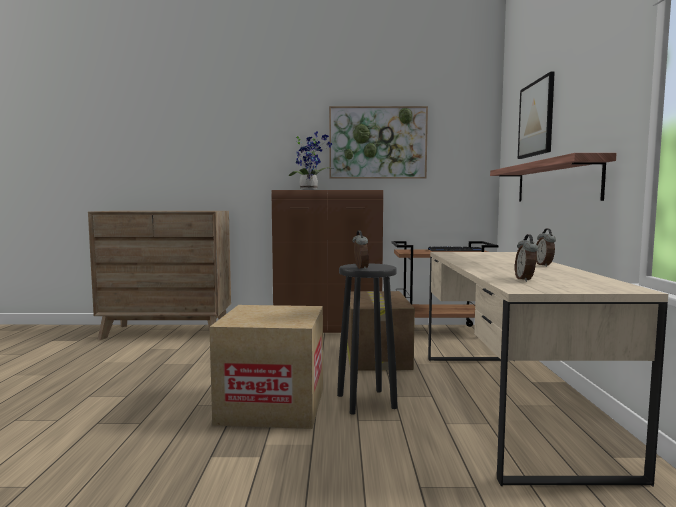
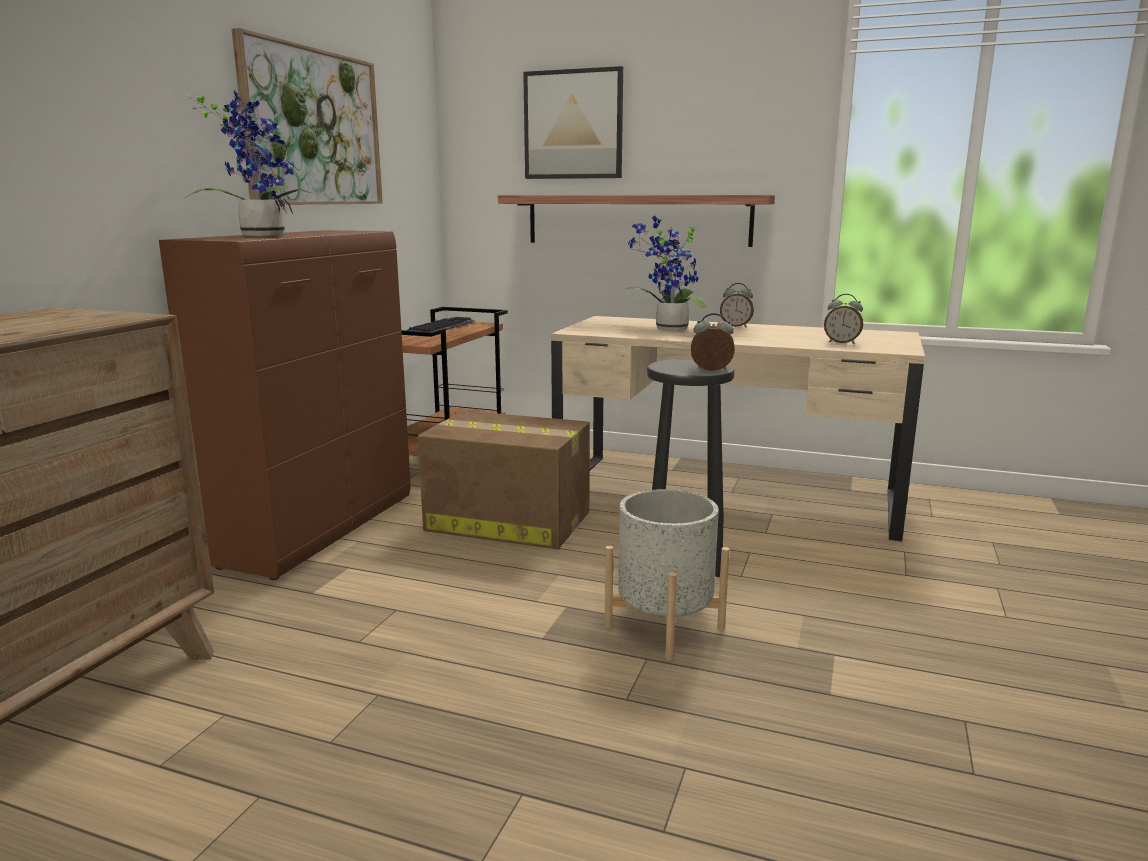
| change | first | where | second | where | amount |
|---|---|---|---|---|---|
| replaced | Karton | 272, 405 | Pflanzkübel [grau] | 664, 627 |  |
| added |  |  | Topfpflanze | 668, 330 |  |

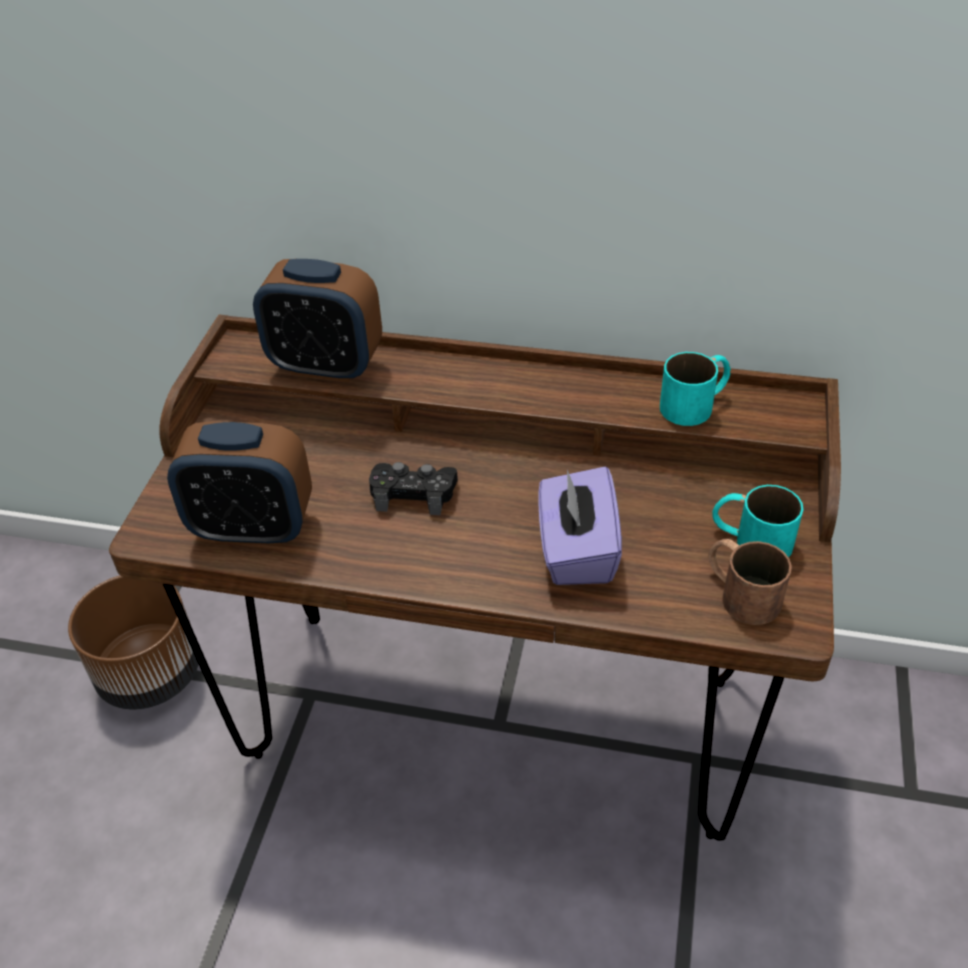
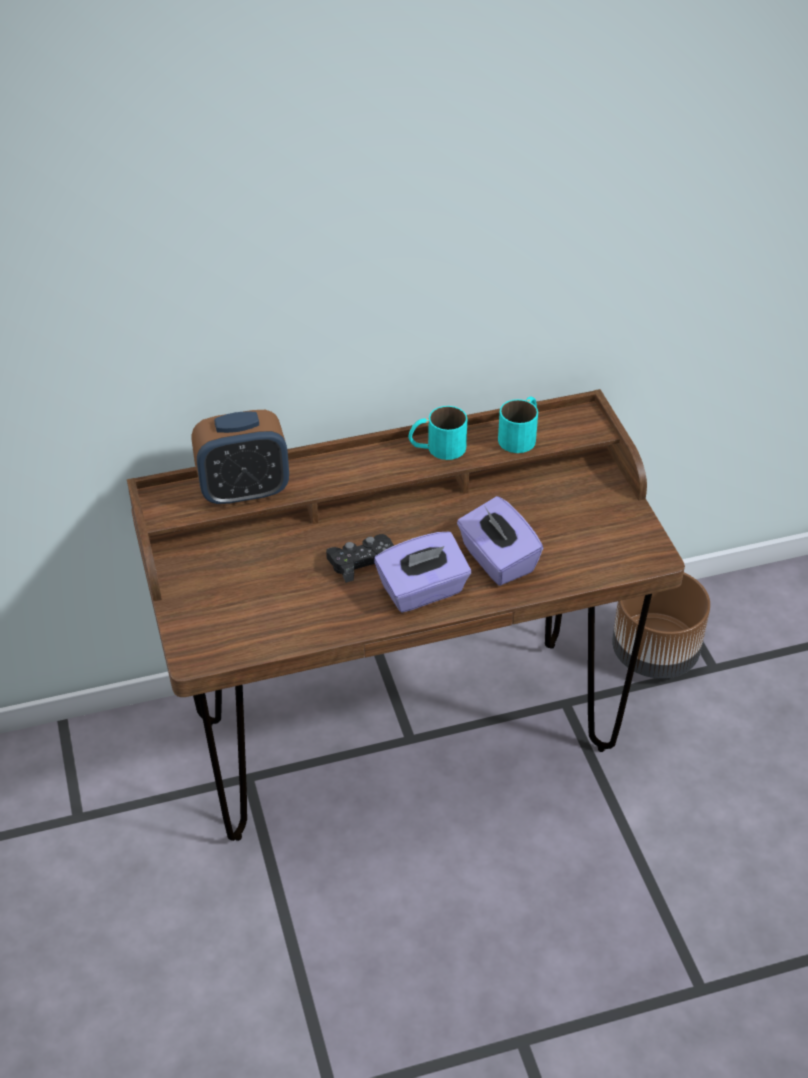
| change | first | where | second | where | amount |
|---|---|---|---|---|---|
| removed | Wecker | 253, 528 |  |  |  |
| moved | Henkelbecher [türkis] | 750, 539 |  | 437, 447 |  |
| removed | Henkelbecher [braun] | 740, 592 |  |  |  |
| moved | Pflanzkübel [braun] | 151, 673 |  | 654, 653 |  |
| added |  |  | Taschentuchbox [lila] | 422, 591 |  |

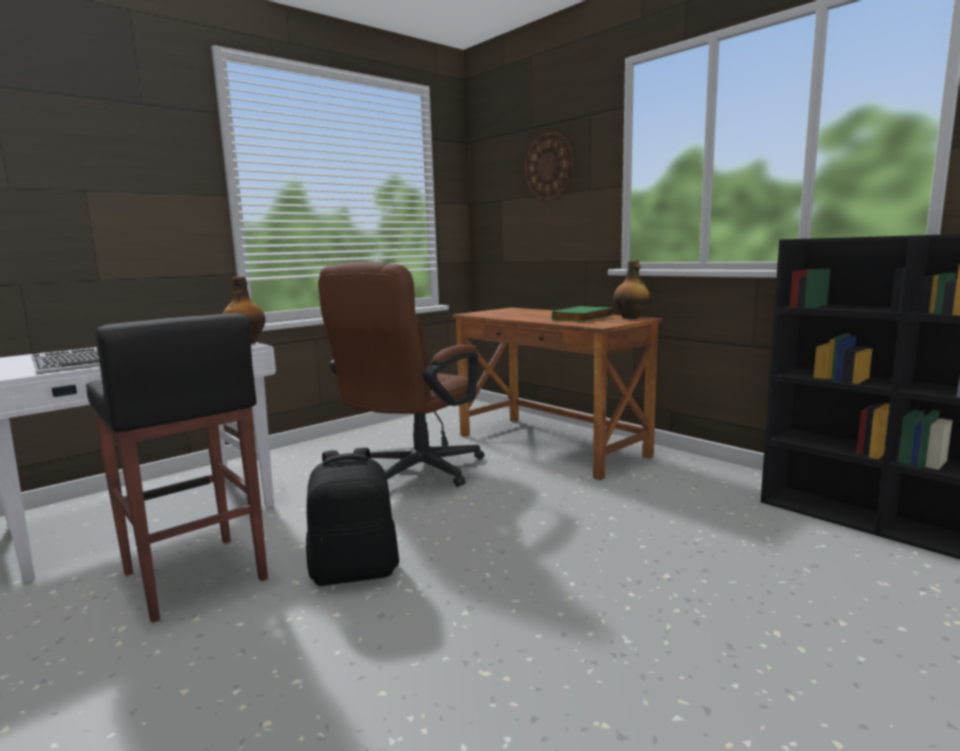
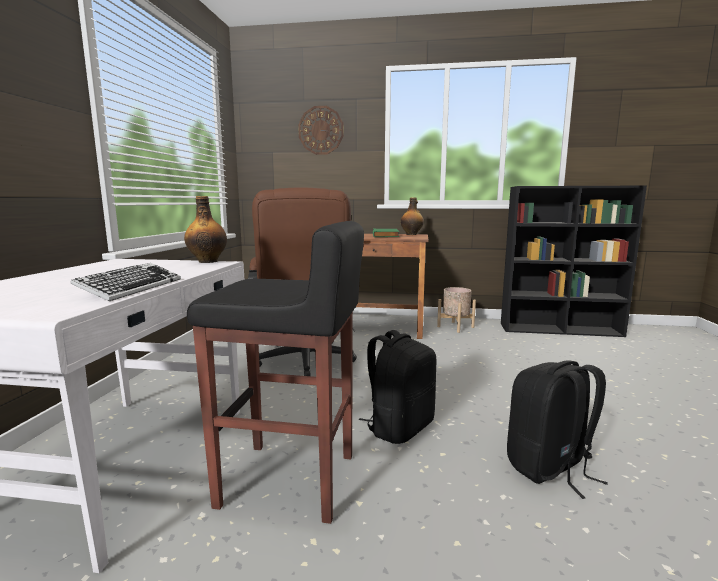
| change | first | where | second | where | amount |
|---|---|---|---|---|---|
| added |  |  | Pflanzkübel [beige] | 455, 327 |  |
| added |  |  | Rucksack [schwarz] | 550, 468 |  |

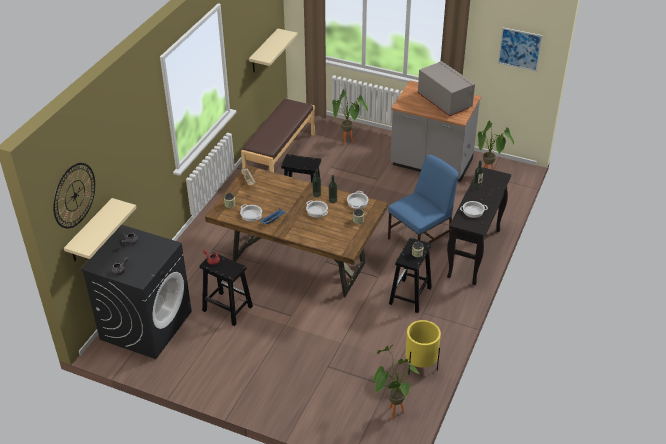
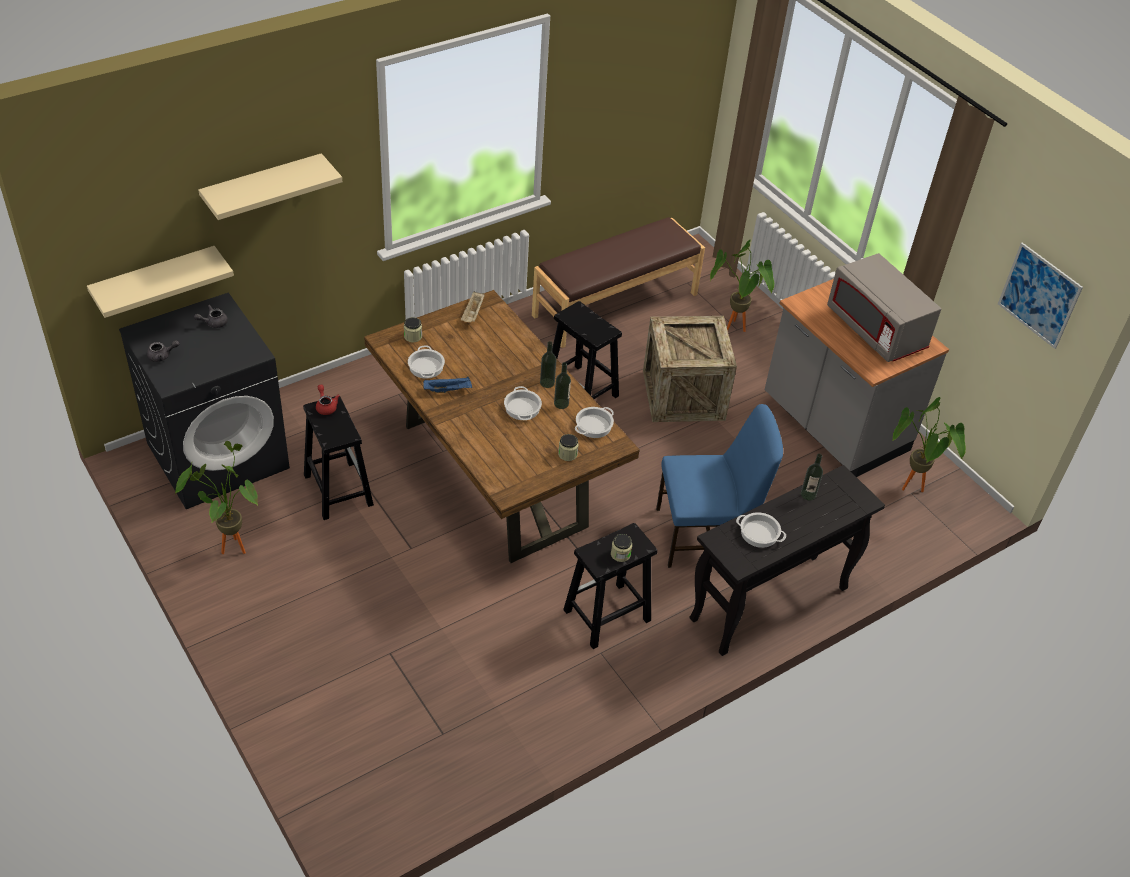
| change | first | where | second | where | amount |
|---|---|---|---|---|---|
| moved | Wandregal [beige] | 263, 51 |  | 263, 187 |  |
| turned | Mikrowelle [grau] | 444, 101 |  | 876, 330 | 150 degrees clockwise |
| removed | Wanduhr | 74, 195 |  |  |  |
| removed | Pflanzkübel [gelb] | 420, 365 |  |  |  |
| moved | Topfpflanze | 391, 412 |  | 229, 545 |  |
| added |  |  | Kiste | 683, 395 |  |

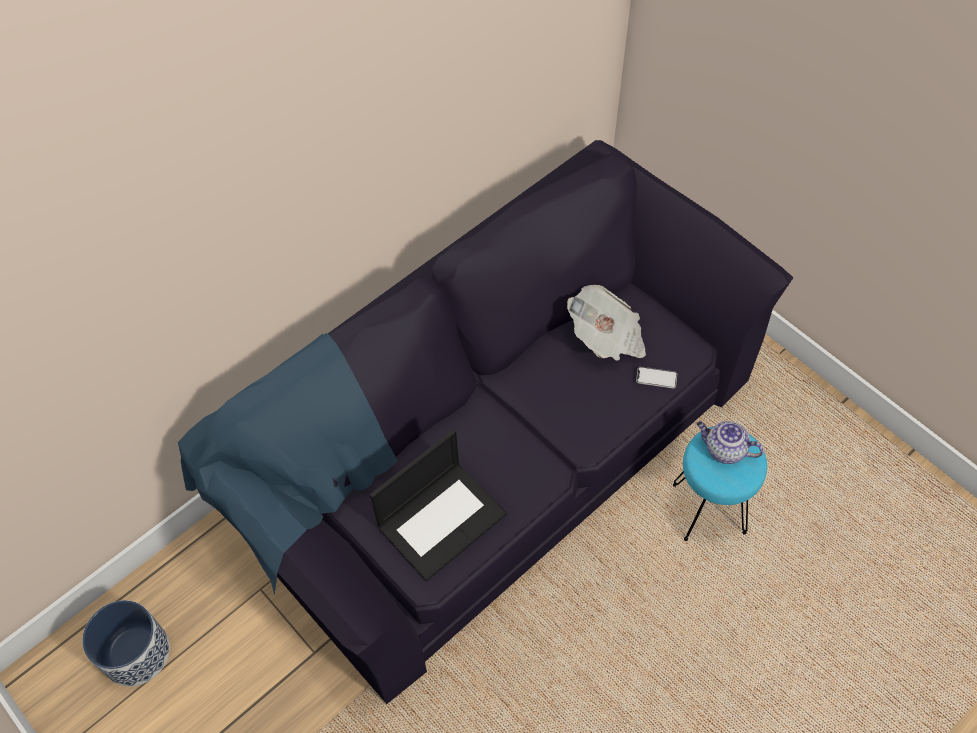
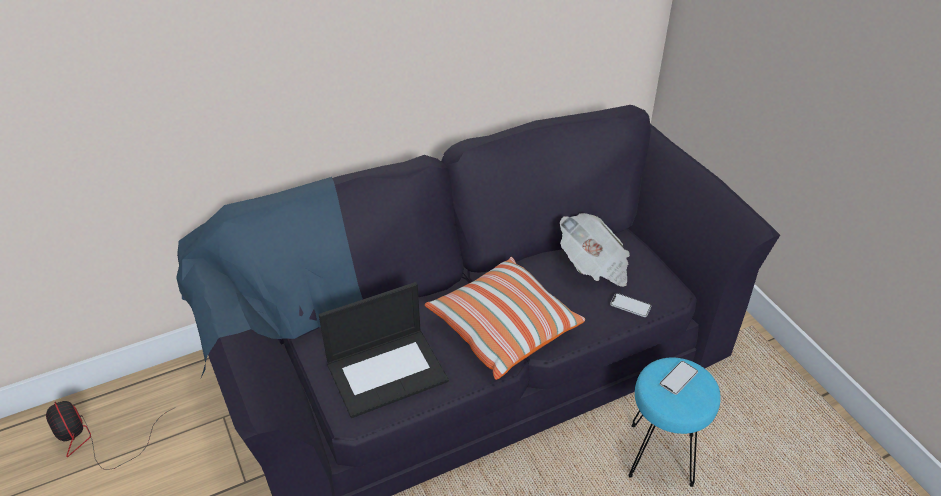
| change | first | where | second | where | amount |
|---|---|---|---|---|---|
| replaced | Teekanne | 724, 450 | Handy | 678, 378 |  |
| replaced | Pflanzkübel | 135, 653 | Ventilator | 95, 440 |  |
| added |  |  | Kissen | 503, 328 |  |

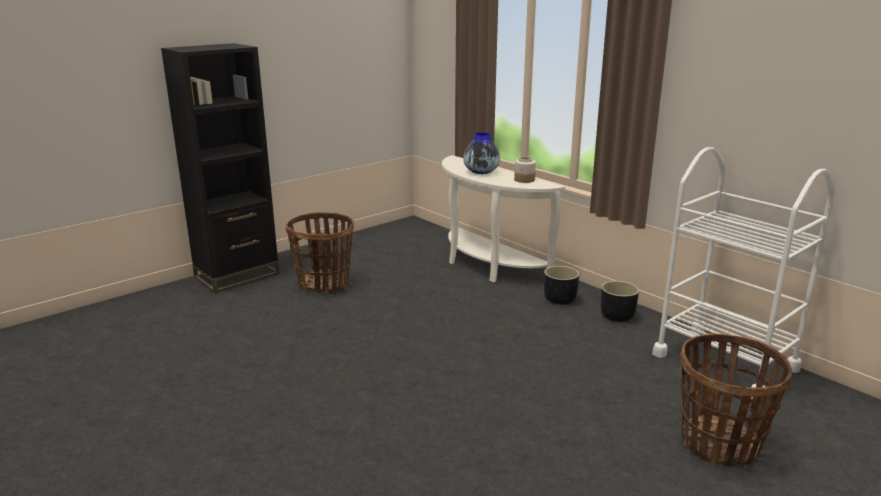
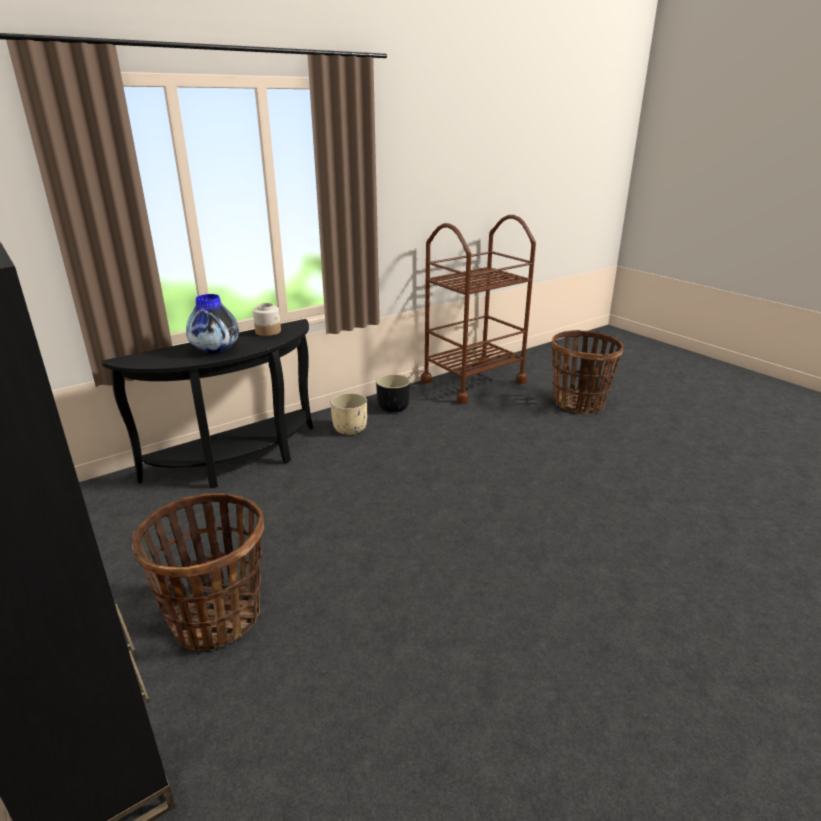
| change | first | where | second | where | amount |
|---|---|---|---|---|---|
| recoloured | Rollwagen [weiß] | 724, 362 | Rollwagen [braun] | 473, 382 |  |
| recoloured | Konsolentisch [weiß] | 486, 266 | Konsolentisch [schwarz] | 239, 462 |  |
| recoloured | Pflanzkübel [schwarz] | 560, 299 | Pflanzkübel [beige] | 350, 428 |  |

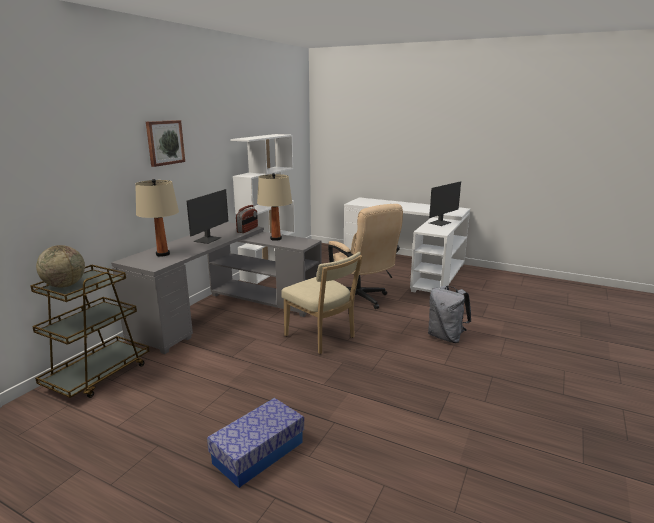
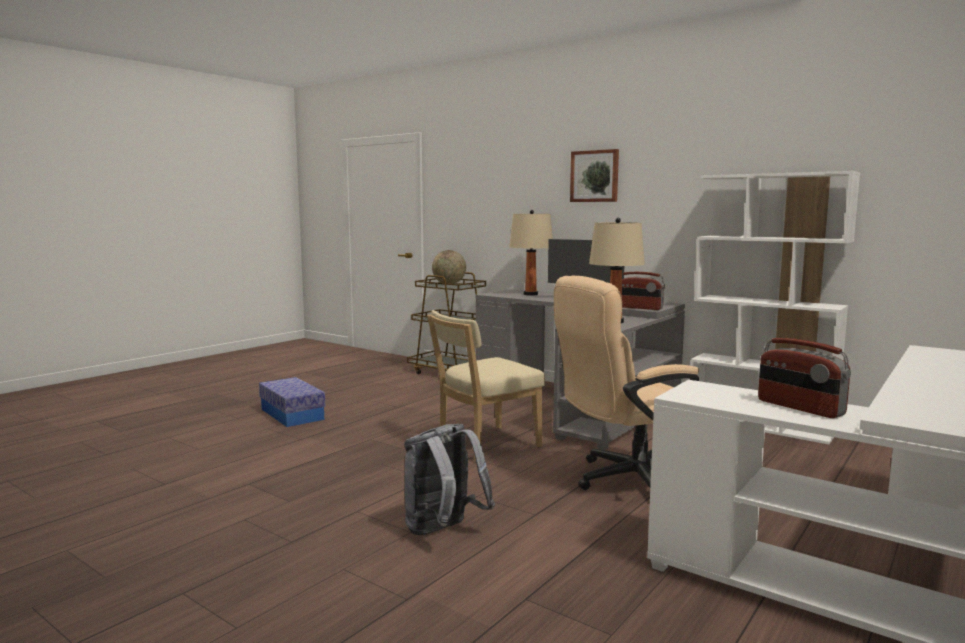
| change | first | where | second | where | amount |
|---|---|---|---|---|---|
| replaced | Monitor | 440, 223 | Radio | 799, 408 |  |

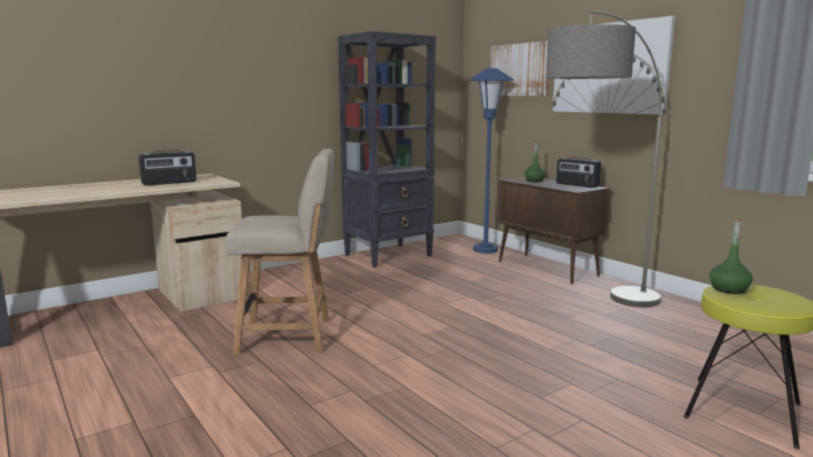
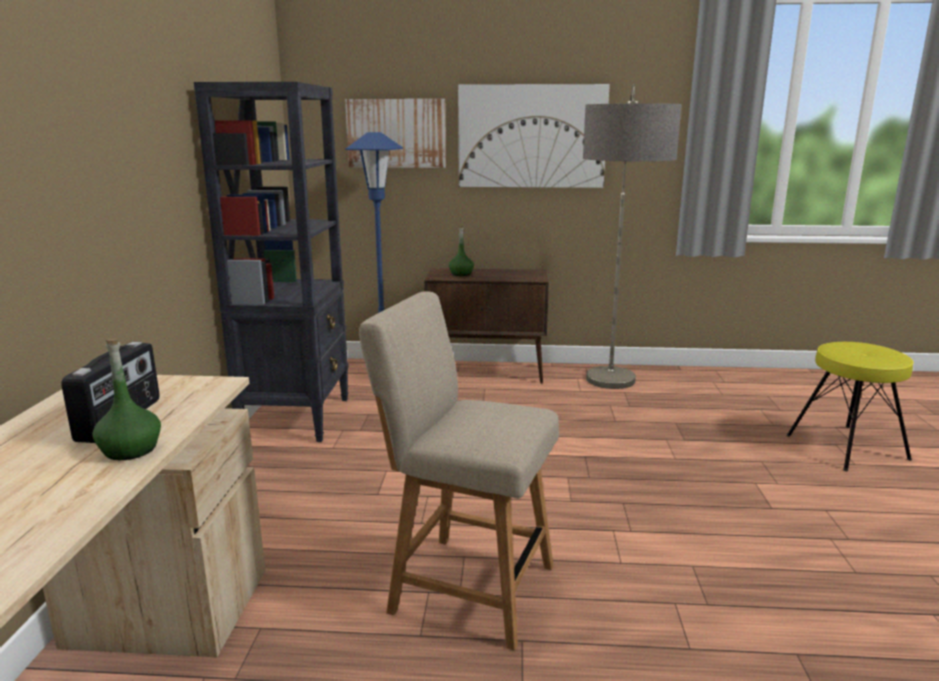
| change | first | where | second | where | amount |
|---|---|---|---|---|---|
| turned | Stuhl [beige] | 290, 336 |  | 465, 586 | 105 degrees counterclockwise |
| removed | Radio | 576, 185 |  |  |  |
| moved | Flasche [grün] | 728, 289 |  | 130, 450 |  |

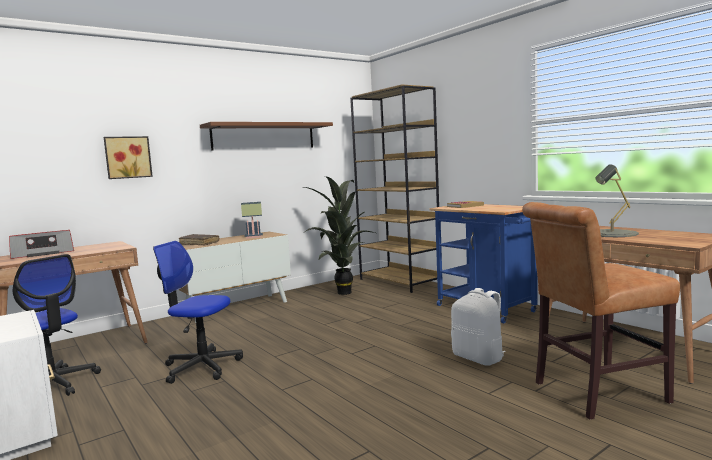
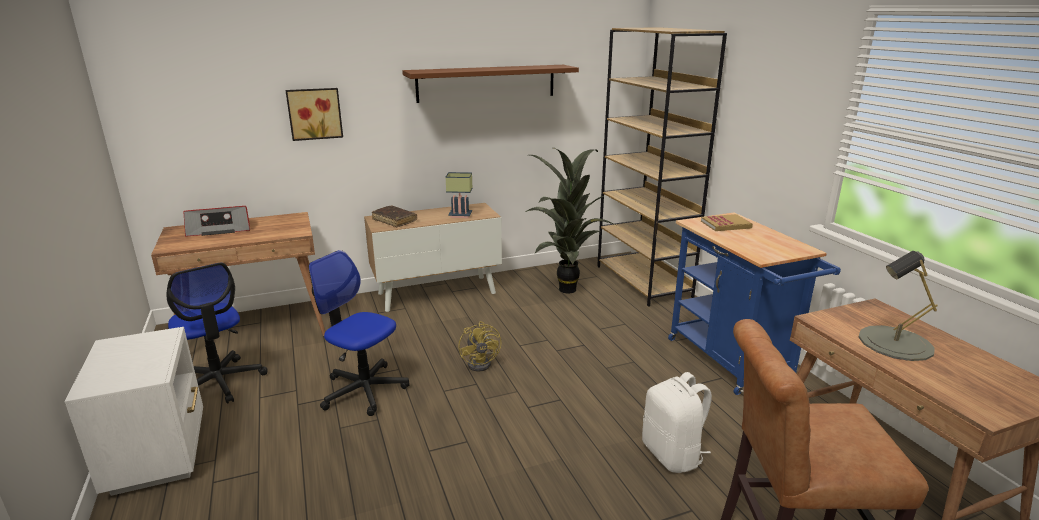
| change | first | where | second | where | amount |
|---|---|---|---|---|---|
| added |  |  | Ventilator [gelb] | 482, 363 |  |

